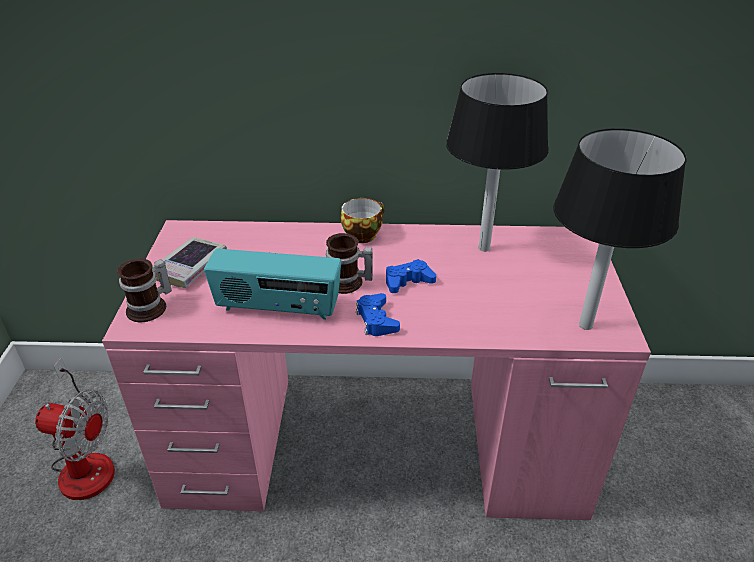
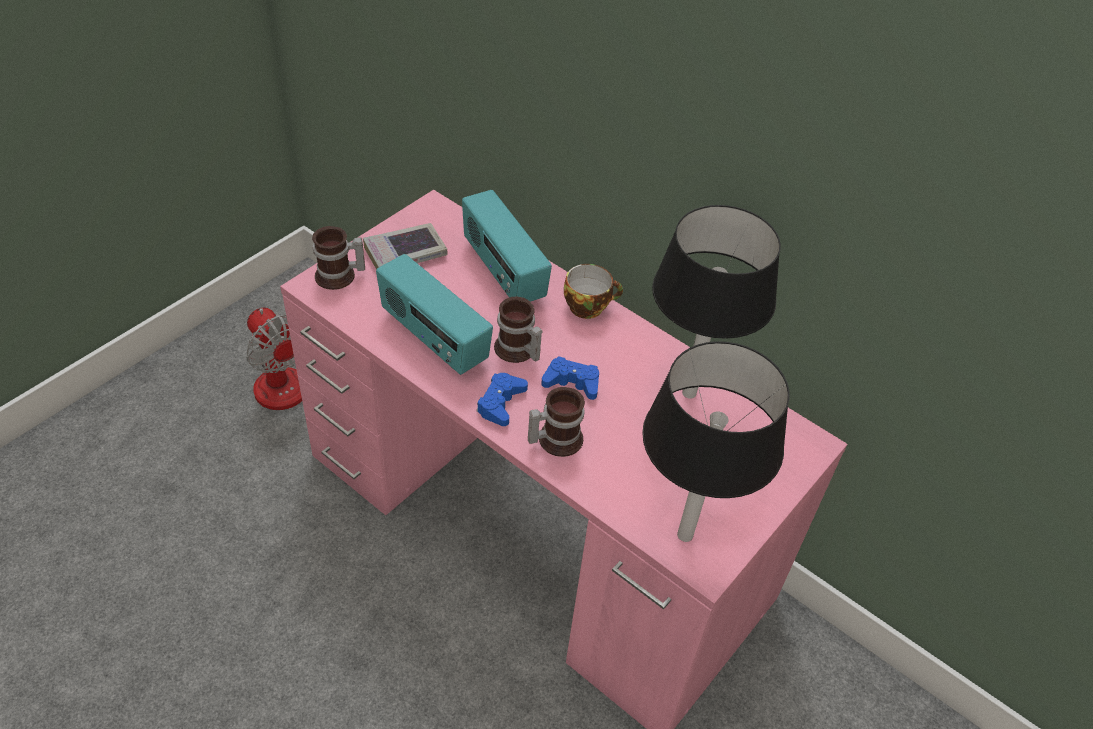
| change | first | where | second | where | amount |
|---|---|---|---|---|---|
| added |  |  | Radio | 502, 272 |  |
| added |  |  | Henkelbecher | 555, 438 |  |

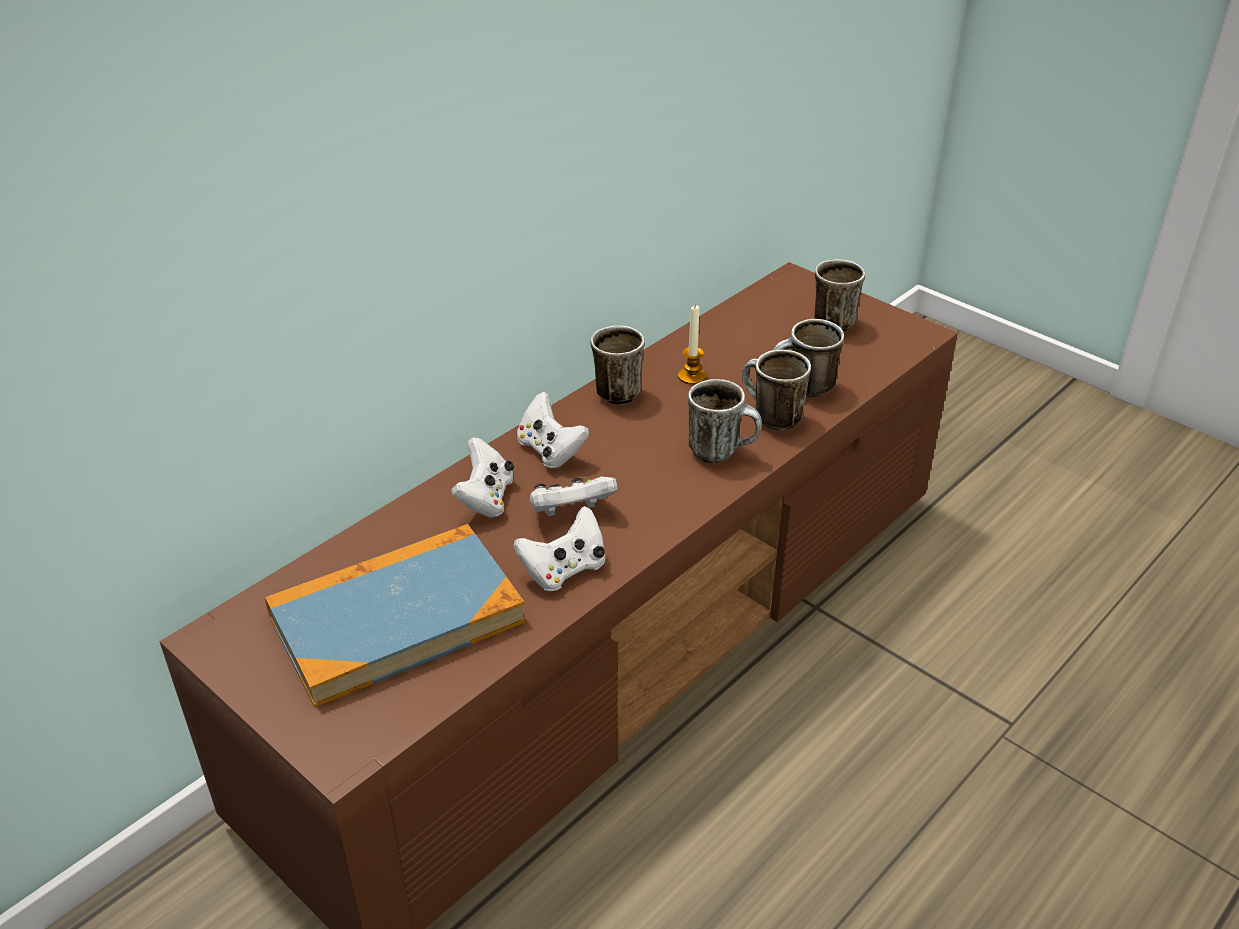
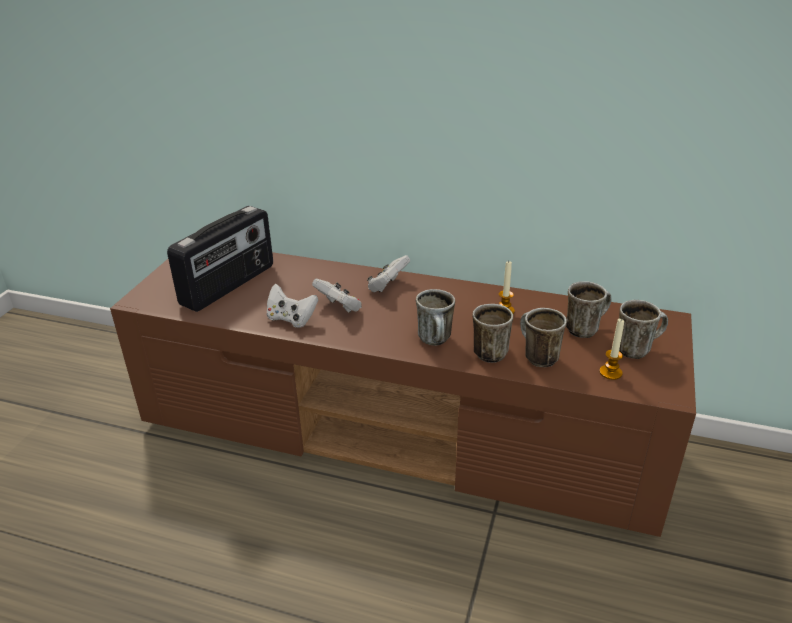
| change | first | where | second | where | amount |
|---|---|---|---|---|---|
| moved | Henkelbecher | 615, 389 |  | 585, 328 |  |
| removed | Gamepad [weiß] | 486, 498 |  |  |  |
| replaced | Buch | 396, 619 | Radio | 229, 285 |  |
| added |  |  | Kerze | 610, 373 |  |

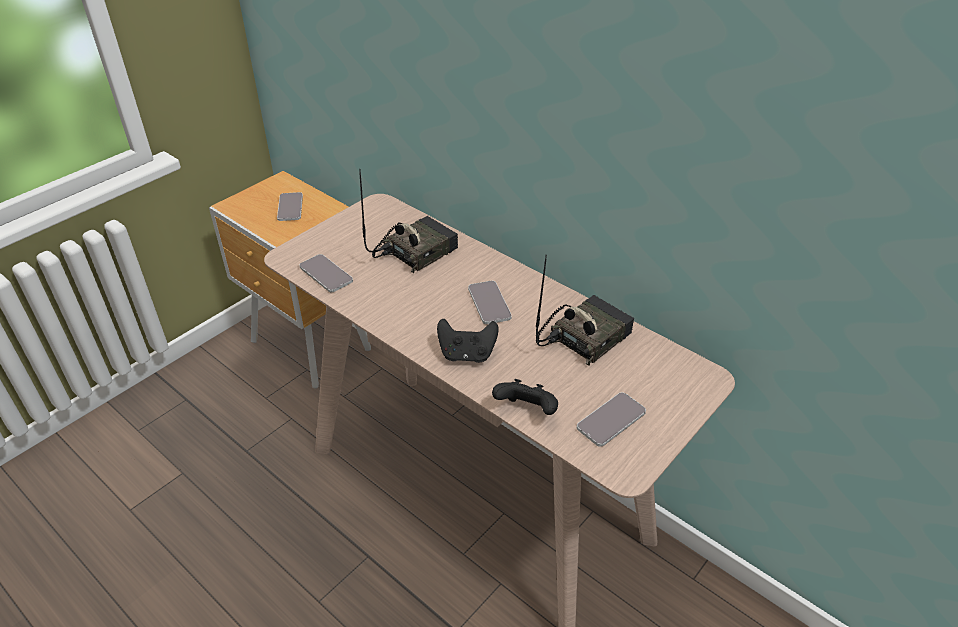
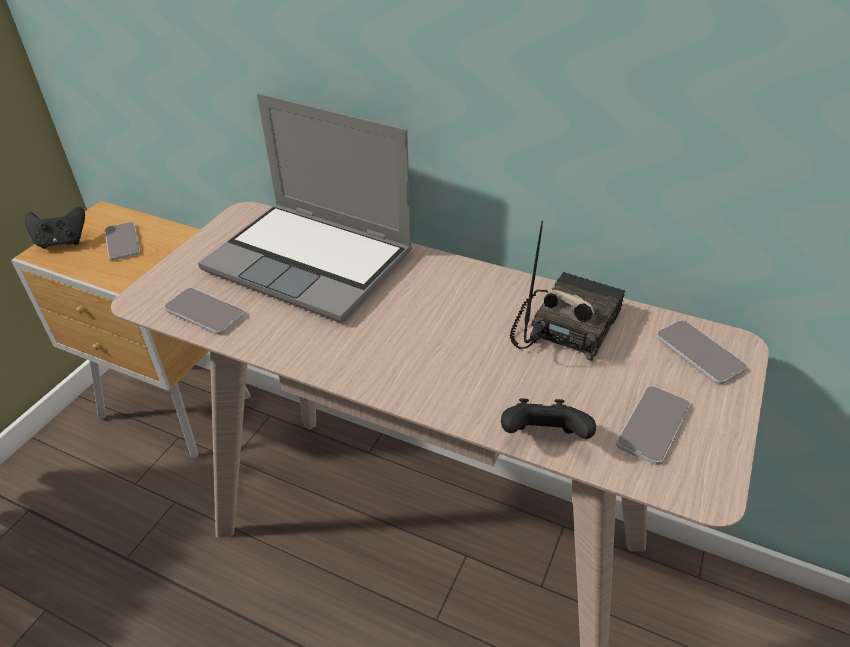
| change | first | where | second | where | amount |
|---|---|---|---|---|---|
| replaced | Radio | 415, 251 | Laptop | 312, 262 |  |
| moved | Handy | 489, 303 |  | 699, 353 |  |
| moved | Gamepad [schwarz] | 467, 354 |  | 62, 242 |  |

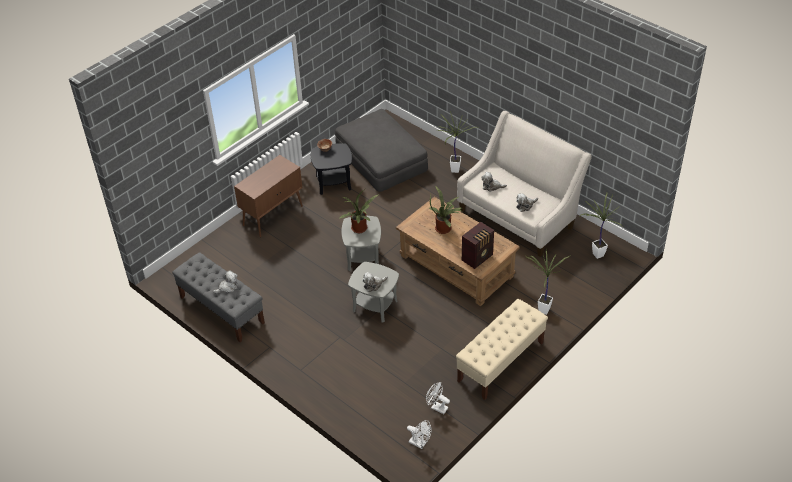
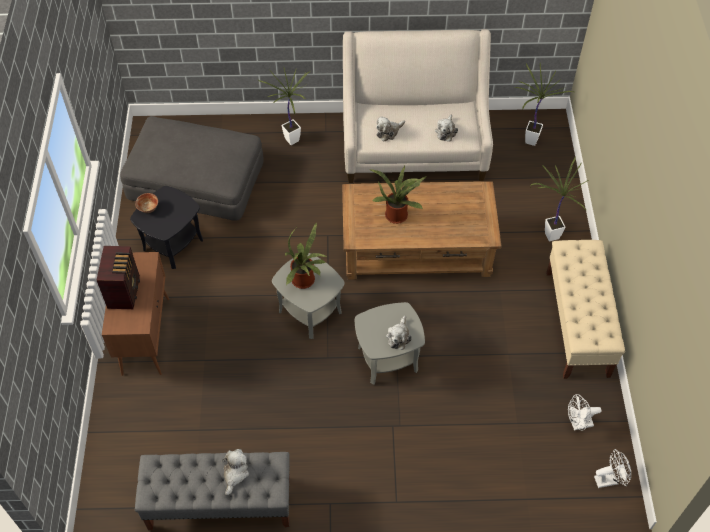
| change | first | where | second | where | amount |
|---|---|---|---|---|---|
| moved | Radio | 478, 257 |  | 125, 291 |  |

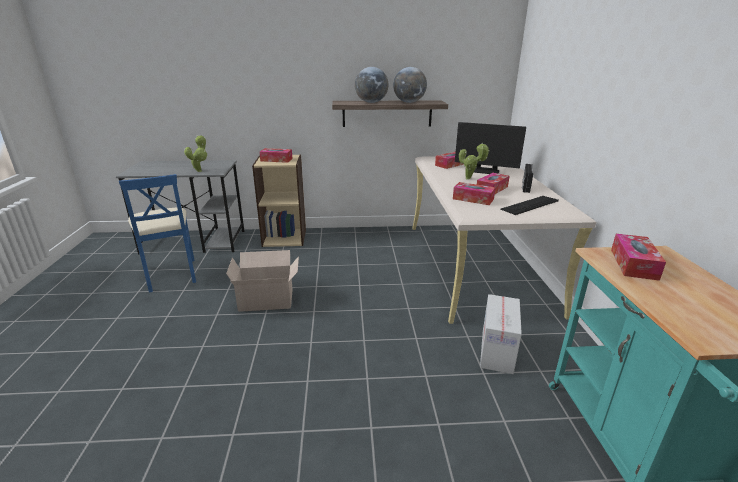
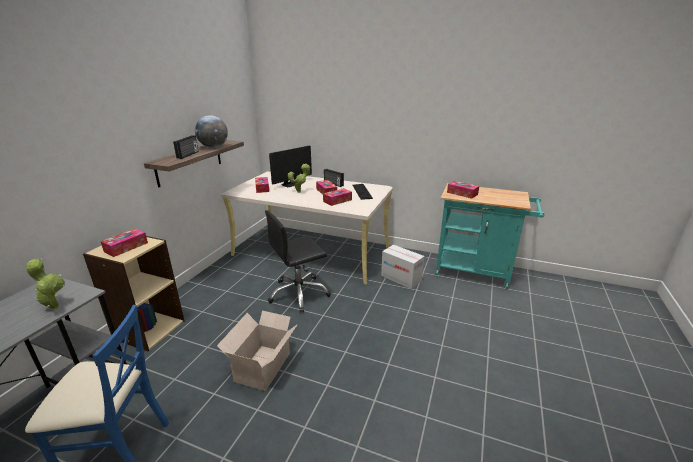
| change | first | where | second | where | amount |
|---|---|---|---|---|---|
| replaced | Globus | 371, 102 | Radio | 188, 155 |  |
| added |  |  | Bürostuhl [schwarz] | 299, 293 |  |

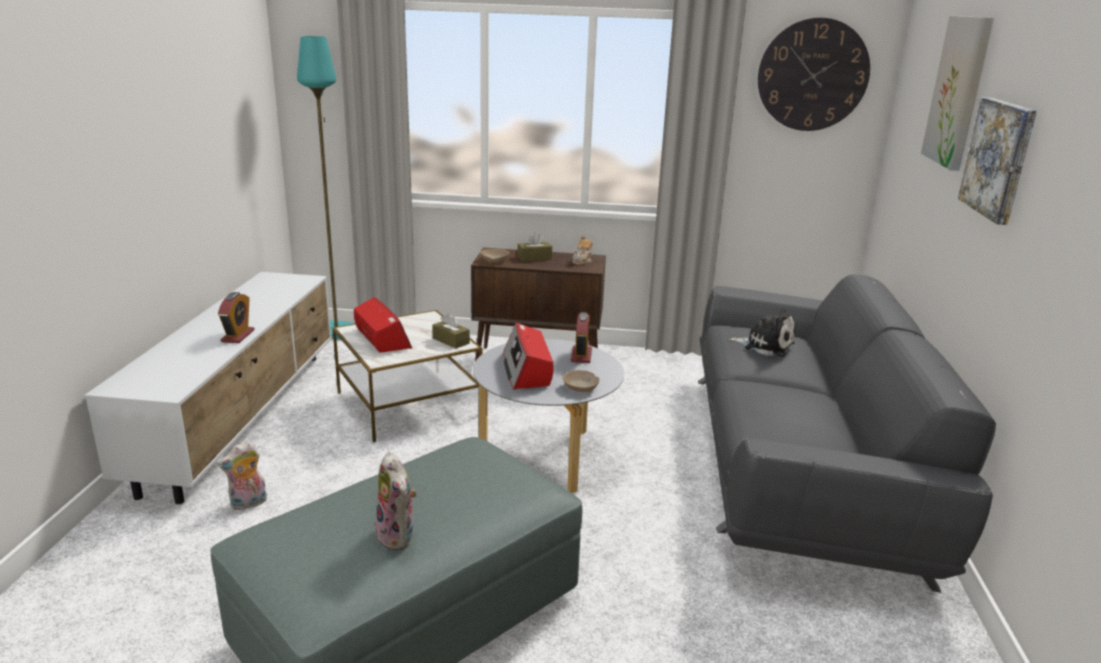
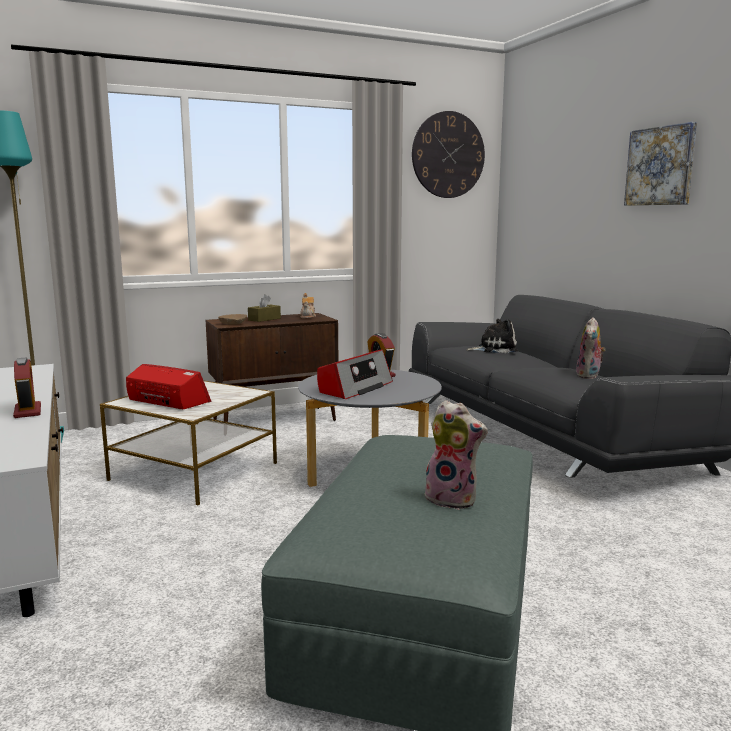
| change | first | where | second | where | amount |
|---|---|---|---|---|---|
| removed | Bild | 958, 91 |  |  |  |
| removed | Taschentuchbox [braun] | 451, 341 |  |  |  |
| turned | Radio | 527, 370 |  | 355, 388 | 105 degrees counterclockwise |
| removed | Schüssel [beige] | 581, 388 |  |  |  |
| moved | Plüschtier | 248, 504 |  | 589, 376 |  |

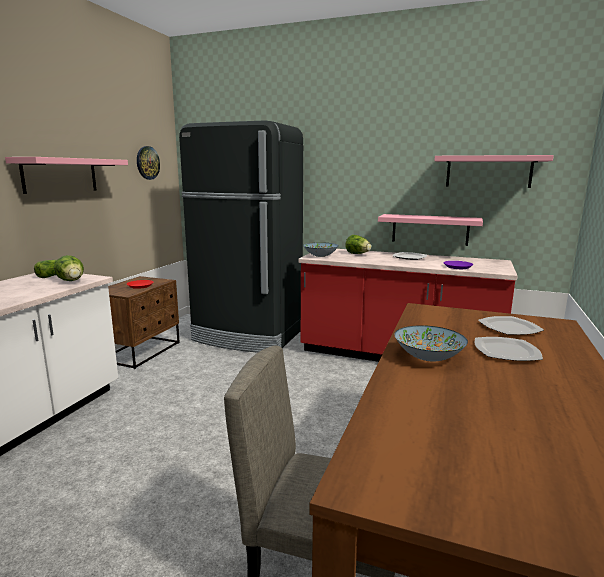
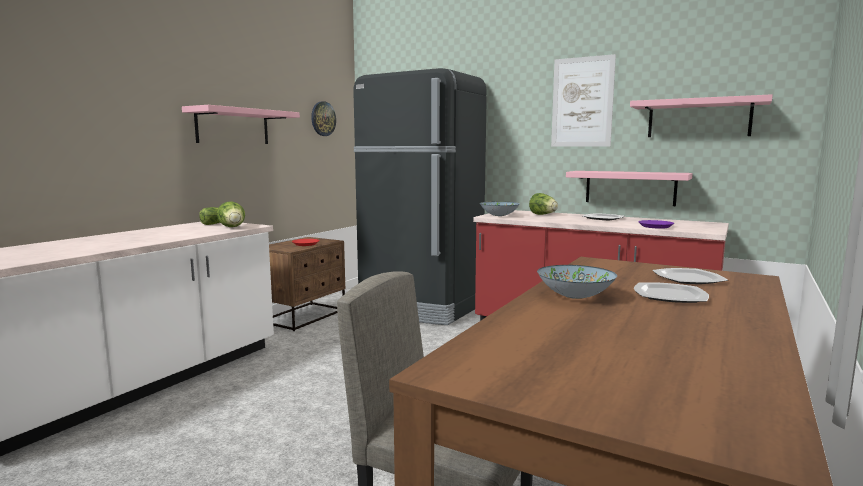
| change | first | where | second | where | amount |
|---|---|---|---|---|---|
| added |  |  | Bild | 582, 102 |  |

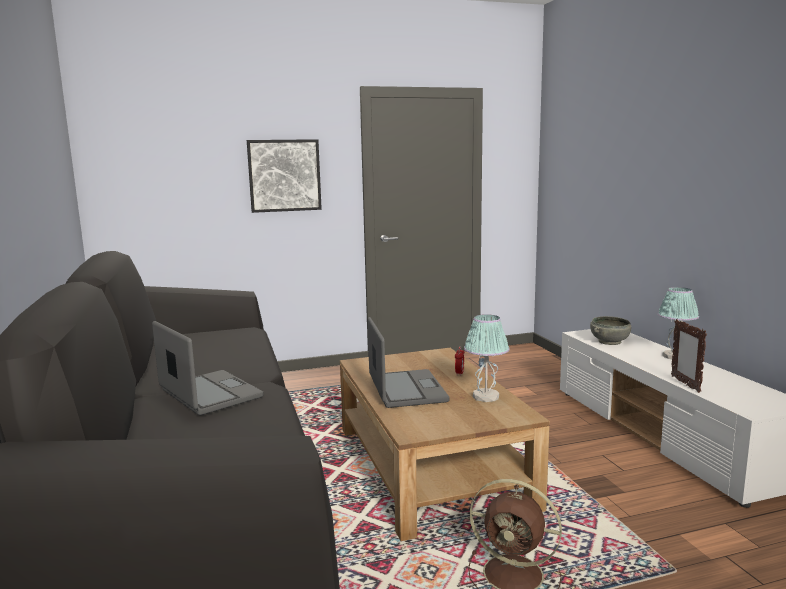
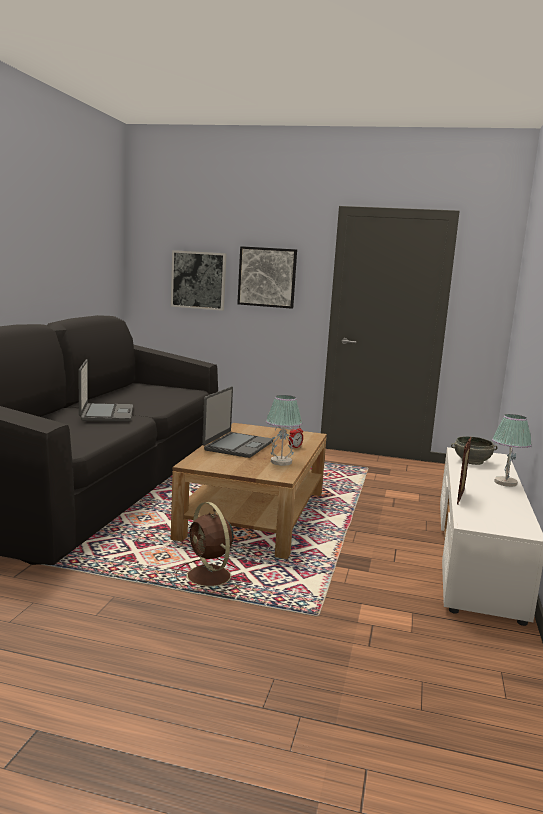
| change | first | where | second | where | amount |
|---|---|---|---|---|---|
| added |  |  | Bild | 198, 280 |  |

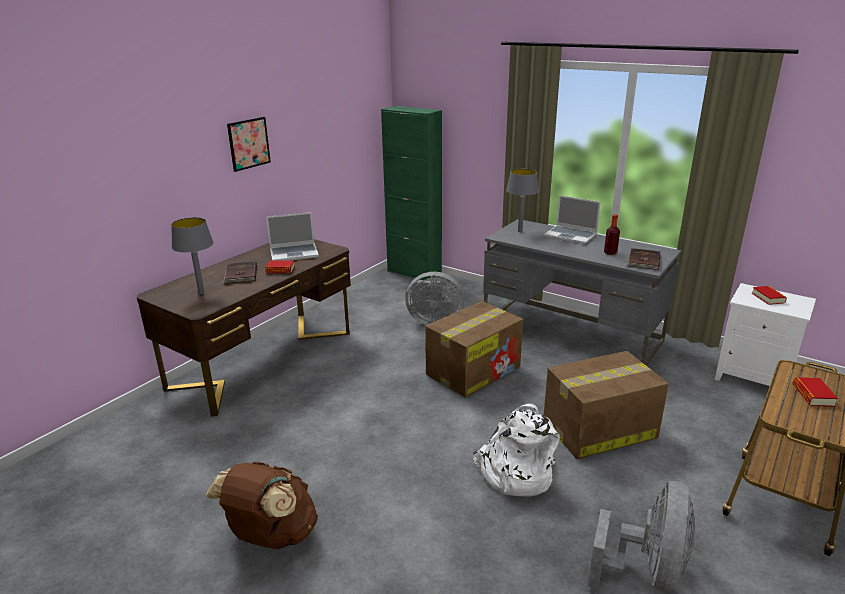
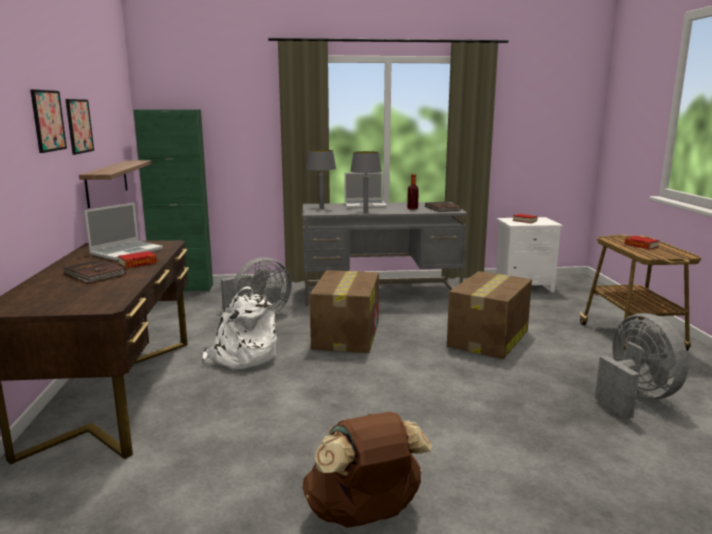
| change | first | where | second | where | amount |
|---|---|---|---|---|---|
| moved | Tischlampe [grau] | 201, 292 |  | 365, 212 |  |
| moved | Rucksack [weiß] | 514, 473 |  | 242, 358 |  |
| added |  |  | Bild | 79, 126 |  |
| added |  |  | Wandregal | 107, 182 |  |

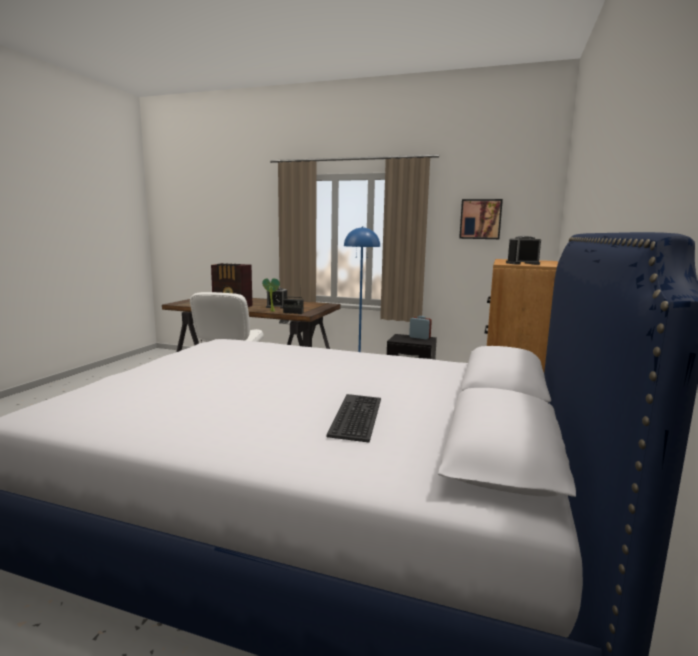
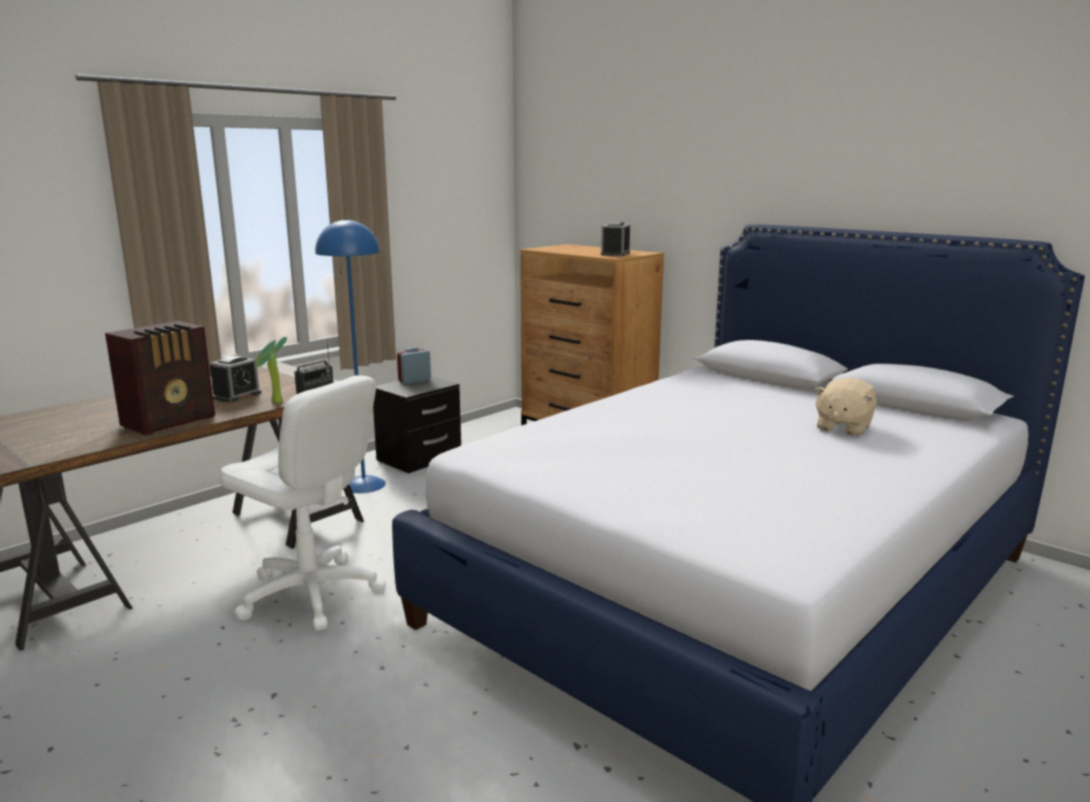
| change | first | where | second | where | amount |
|---|---|---|---|---|---|
| removed | Bild | 480, 219 |  |  |  |
| replaced | Tastatur | 357, 417 | Plüschtier [beige] | 842, 427 |  |

